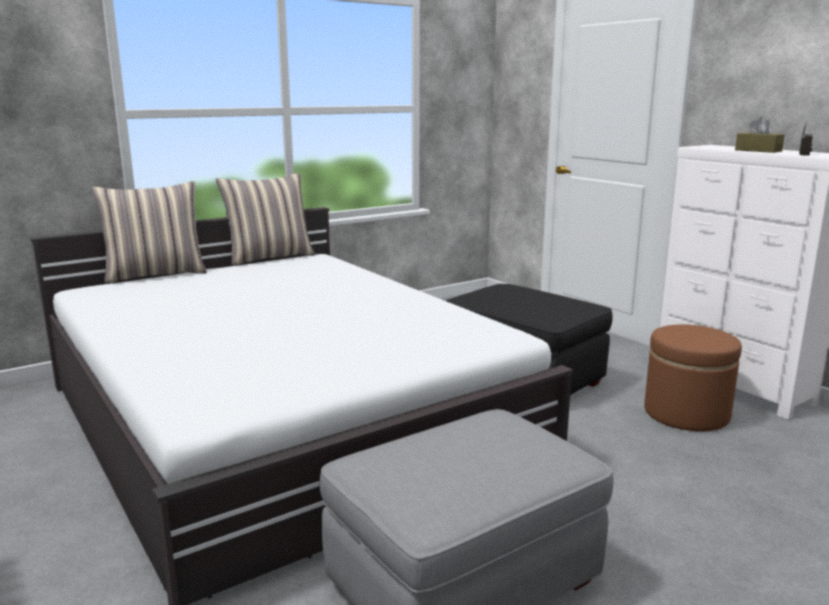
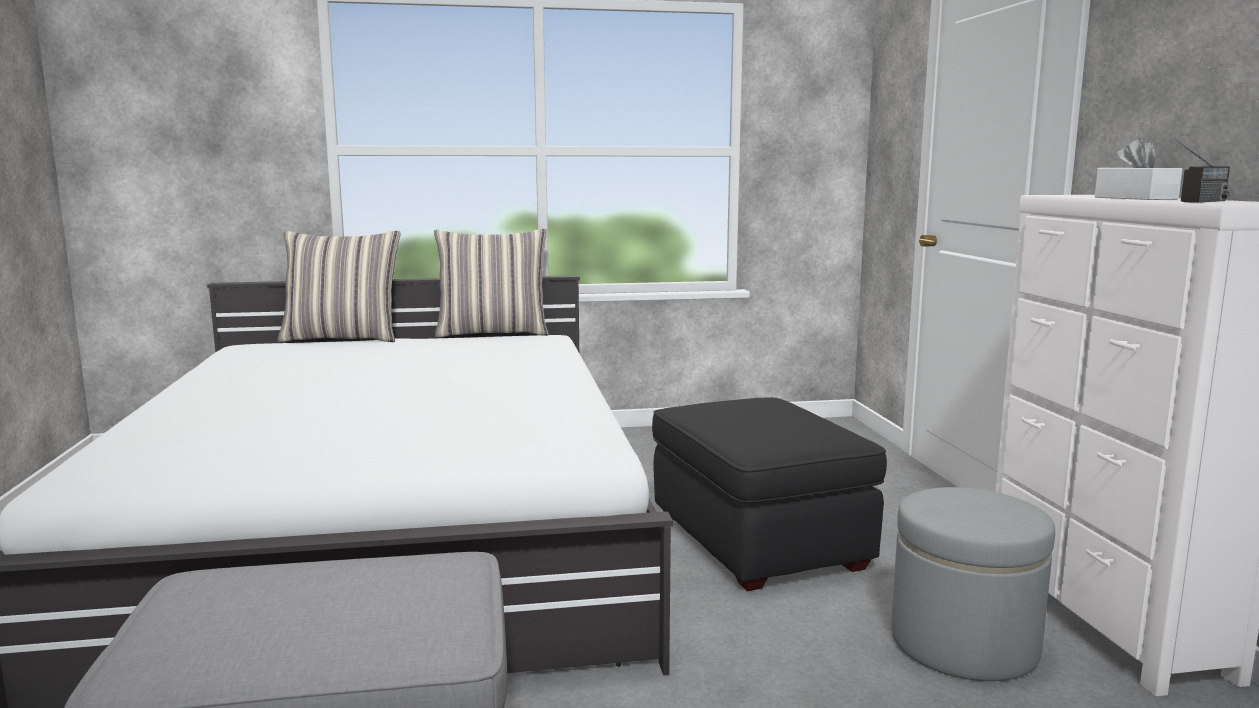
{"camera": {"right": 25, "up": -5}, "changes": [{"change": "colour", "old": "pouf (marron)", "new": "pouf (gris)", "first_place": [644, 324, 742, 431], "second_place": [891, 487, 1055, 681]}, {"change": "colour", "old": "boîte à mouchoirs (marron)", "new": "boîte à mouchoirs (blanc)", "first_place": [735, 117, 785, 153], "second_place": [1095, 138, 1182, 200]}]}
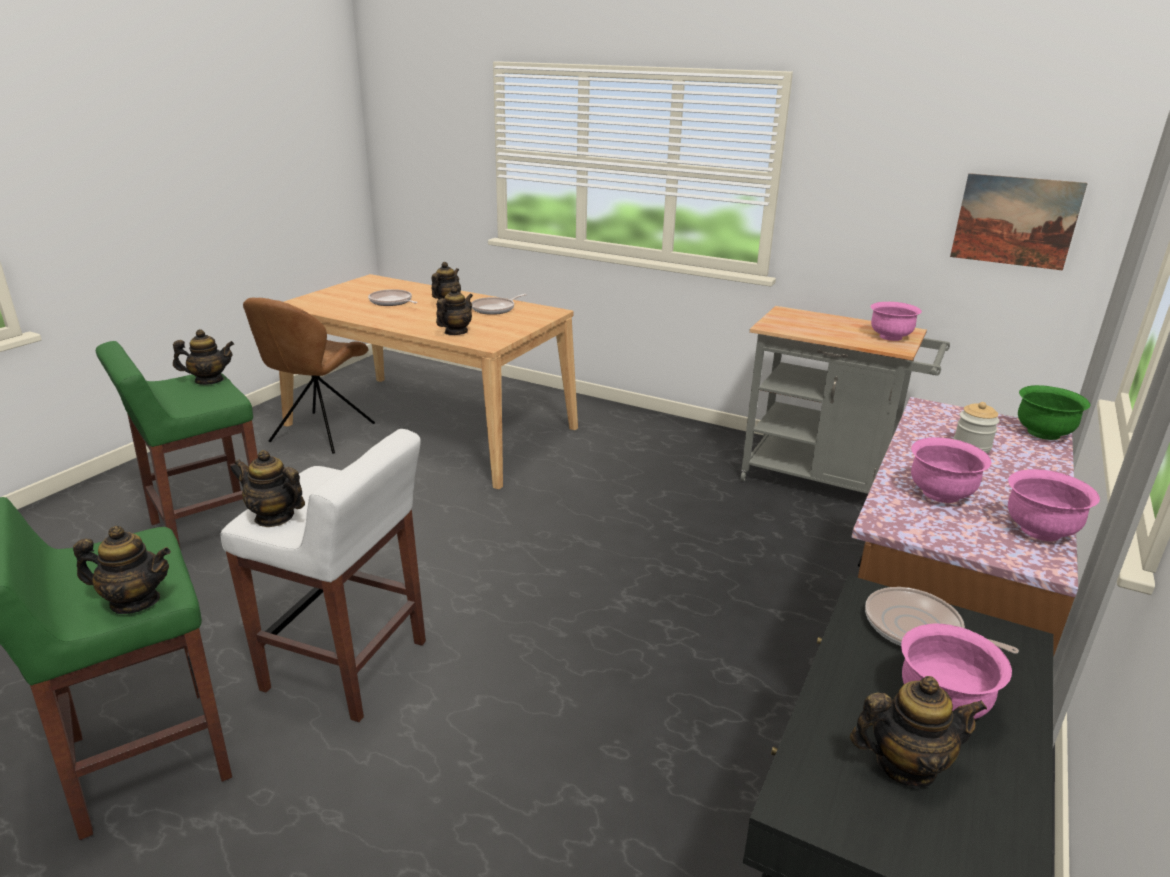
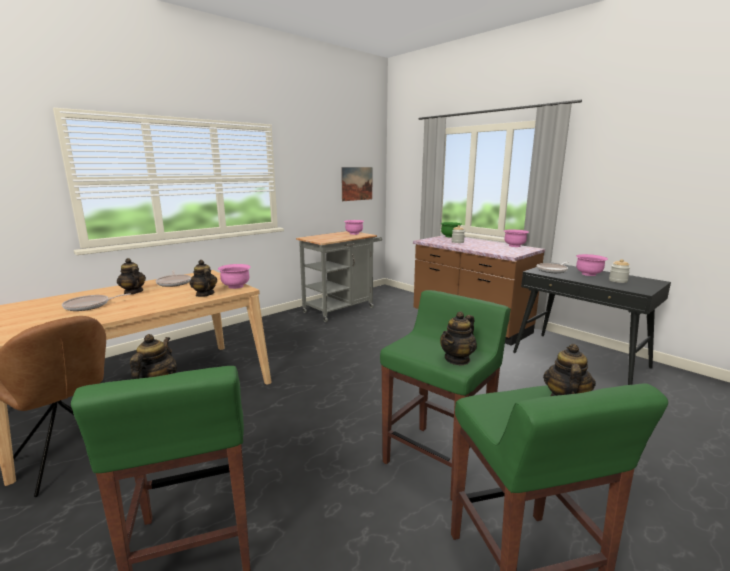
{"camera": {"right": -70, "up": -10}, "changes": [{"change": "relocated", "old": "bol (rose)", "first_place": [911, 437, 991, 503], "second_place": [218, 264, 251, 289]}, {"change": "colour", "old": "tabouret (blanc)", "new": "tabouret (vert)", "first_place": [220, 429, 426, 722], "second_place": [380, 290, 511, 500]}, {"change": "exchanged", "old": "théière", "new": "bocal", "first_place": [850, 676, 987, 788], "second_place": [609, 259, 630, 283]}]}
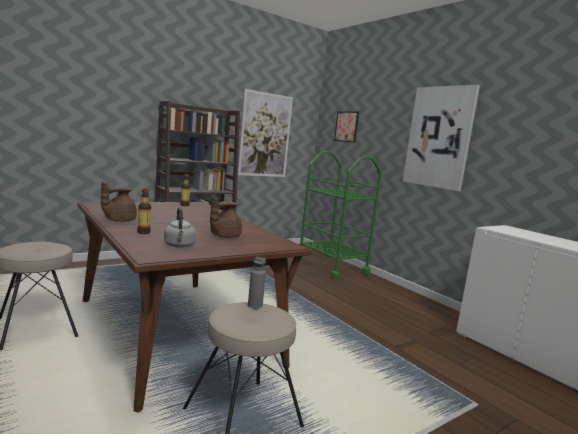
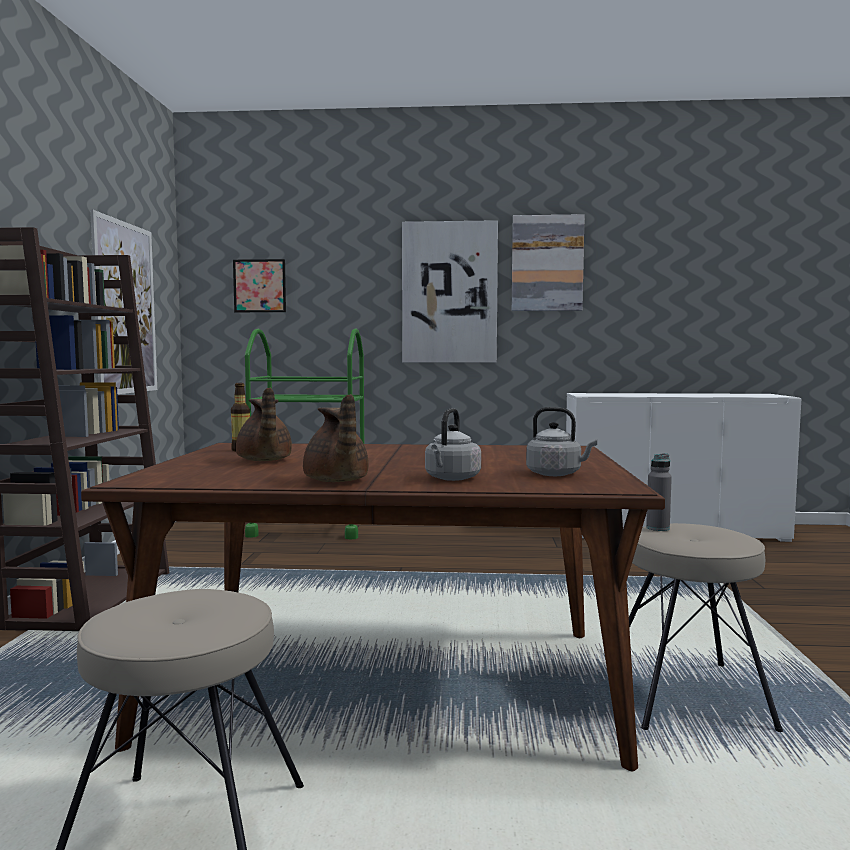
{"camera": {"right": -50, "up": -5}, "changes": [{"change": "relocated", "old": "théière (marron)", "first_place": [210, 197, 242, 238], "second_place": [236, 387, 292, 461]}, {"change": "exchanged", "old": "bouteille", "new": "bouilloire (gris)", "first_place": [137, 189, 151, 234], "second_place": [425, 408, 481, 481]}, {"change": "appeared", "new": "tableau", "second_place": [512, 214, 585, 311]}]}
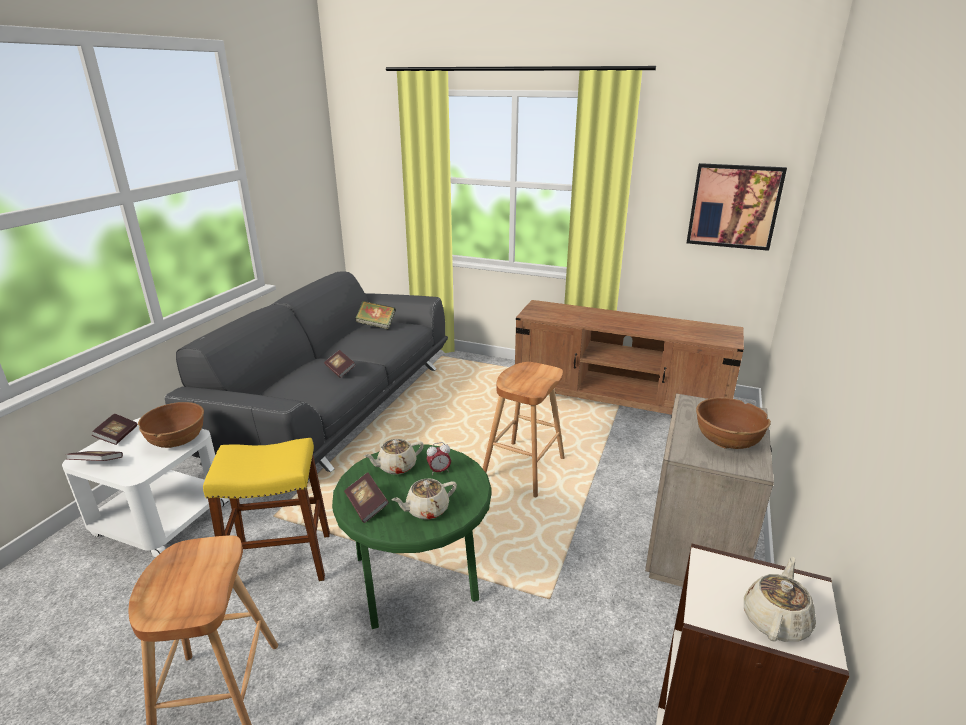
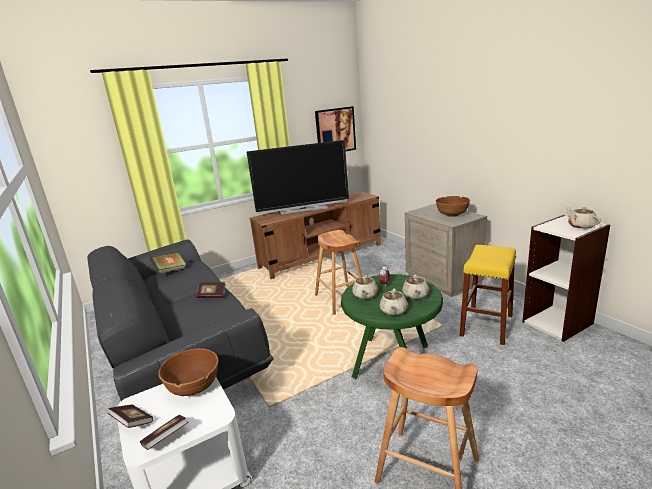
{"camera": {"right": -50, "up": -5}, "changes": [{"change": "appeared", "new": "téléviseur", "second_place": [247, 140, 349, 215]}, {"change": "exchanged", "old": "livre", "new": "théière (beige)", "first_place": [344, 473, 389, 523], "second_place": [380, 289, 408, 316]}, {"change": "relocated", "old": "tabouret (jaune)", "first_place": [203, 438, 330, 581], "second_place": [460, 245, 516, 345]}]}
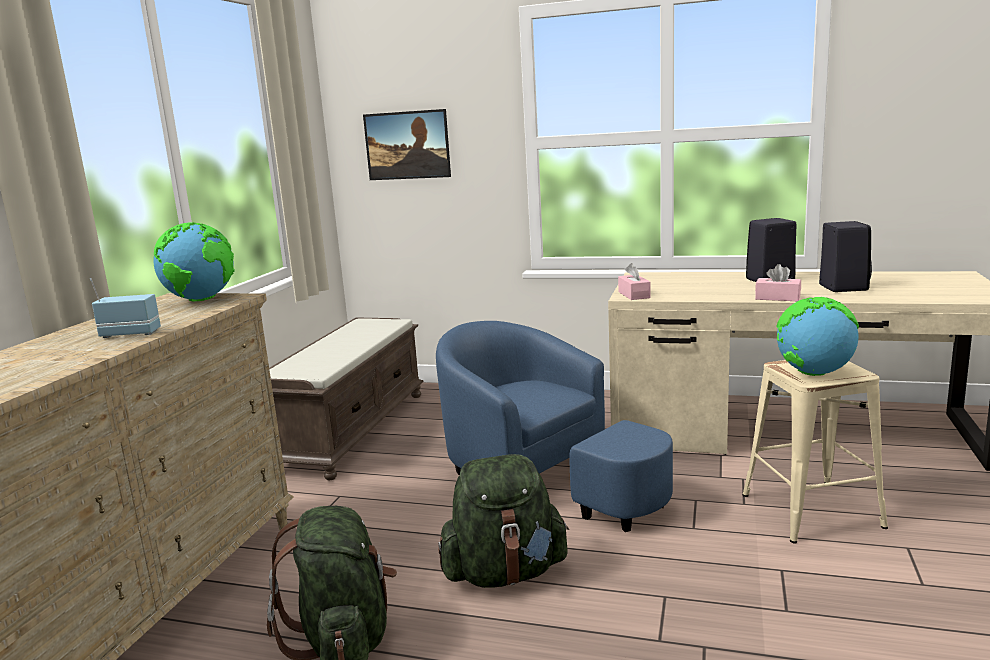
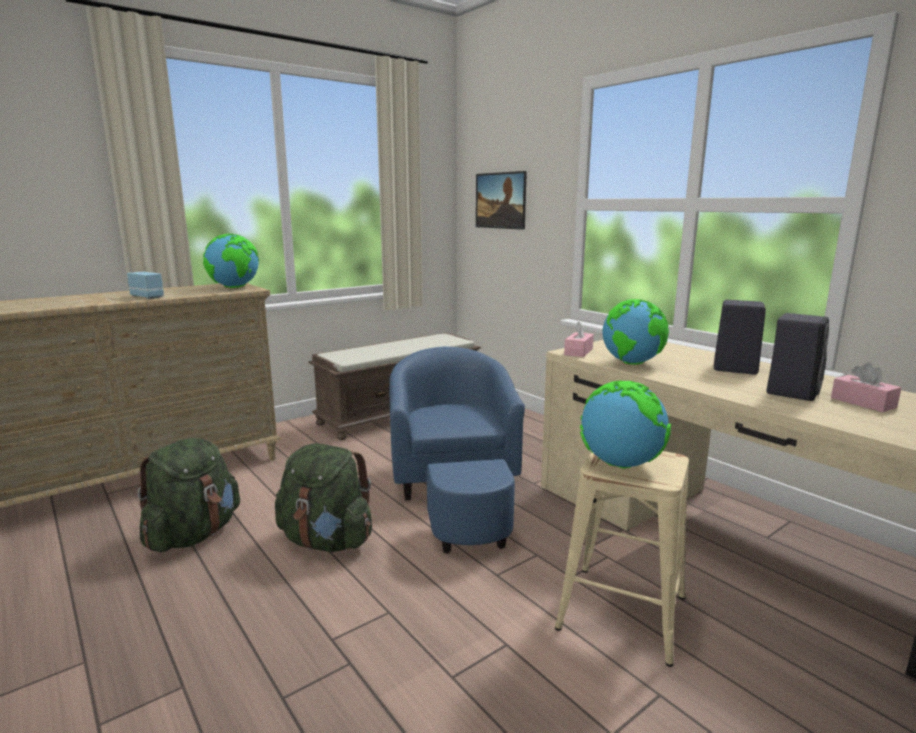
{"camera": {"right": 35, "up": 0}, "changes": [{"change": "appeared", "new": "globe", "second_place": [602, 299, 669, 365]}, {"change": "relocated", "old": "boîte à mouchoirs (rose)", "first_place": [755, 264, 801, 301], "second_place": [831, 362, 901, 412]}]}
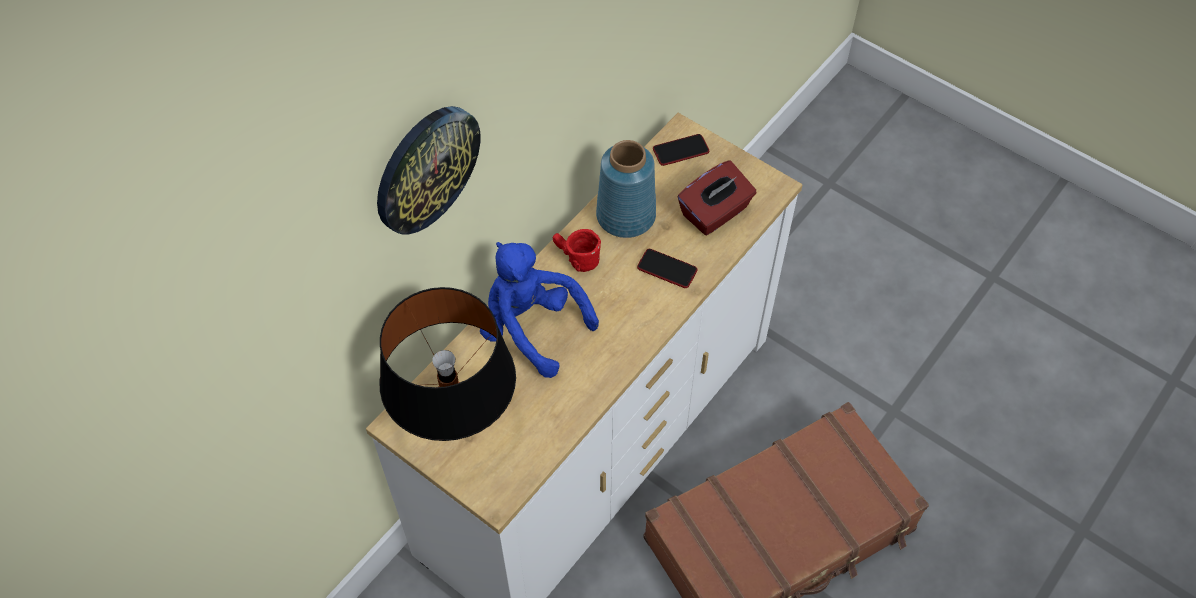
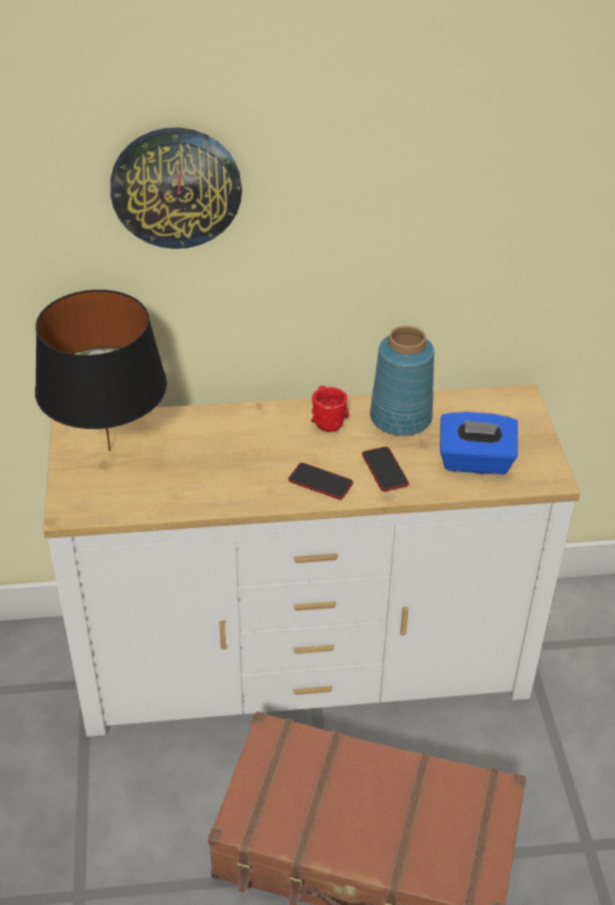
{"camera": {"right": 45, "up": -15}, "changes": [{"change": "relocated", "old": "téléphone", "first_place": [653, 134, 709, 166], "second_place": [288, 463, 353, 499]}, {"change": "colour", "old": "boîte à mouchoirs (rouge)", "new": "boîte à mouchoirs (bleu)", "first_place": [677, 160, 757, 235], "second_place": [440, 412, 518, 475]}, {"change": "missing", "old": "peluche (bleu)", "first_place": [480, 242, 599, 378]}]}
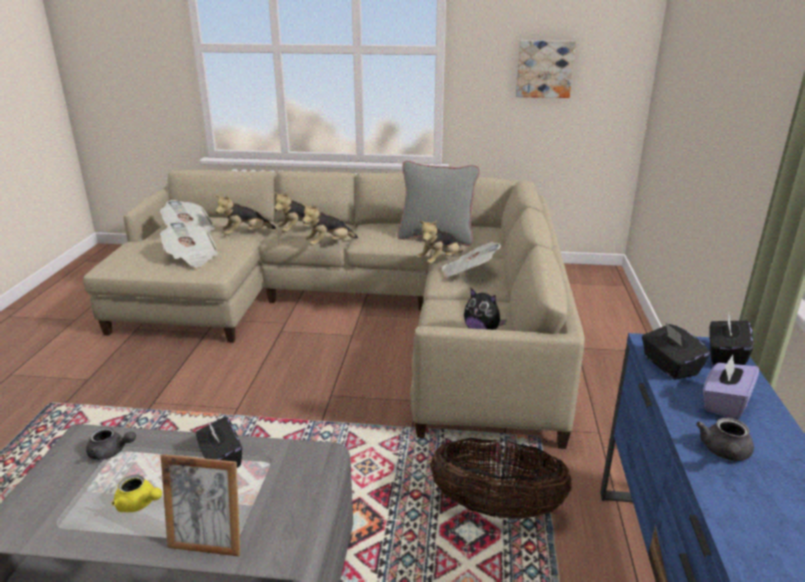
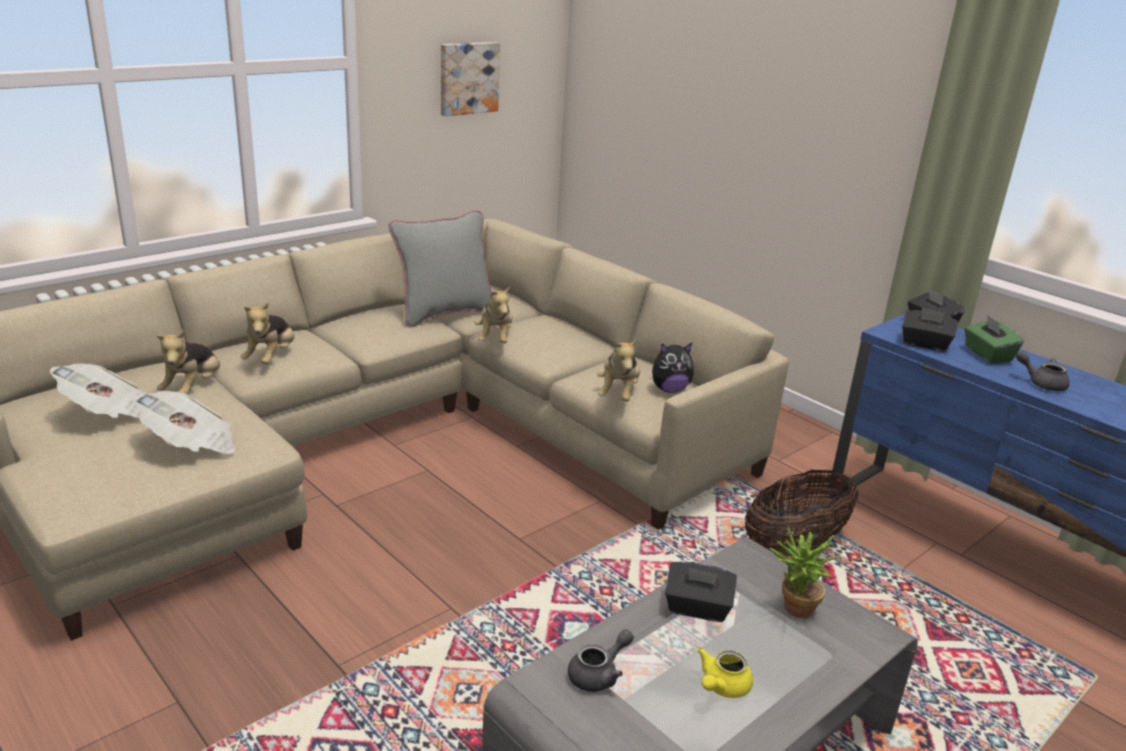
{"camera": {"right": -50, "up": 0}, "changes": [{"change": "relocated", "old": "peluche", "first_place": [302, 204, 358, 246], "second_place": [597, 338, 640, 402]}, {"change": "spun", "old": "théière (jaune)", "first_place": [111, 475, 162, 512], "second_place": [697, 648, 753, 698], "degrees": 150}, {"change": "appeared", "new": "plante en pot", "second_place": [770, 526, 842, 618]}, {"change": "colour", "old": "boîte à mouchoirs (violet)", "new": "boîte à mouchoirs (vert)", "first_place": [703, 354, 759, 420], "second_place": [964, 315, 1024, 363]}, {"change": "spun", "old": "théière (gris)", "first_place": [696, 418, 754, 461], "second_place": [1016, 351, 1070, 391], "degrees": 150}, {"change": "missing", "old": "cadre photo", "first_place": [161, 454, 240, 557]}, {"change": "missing", "old": "journal", "first_place": [442, 242, 501, 277]}]}
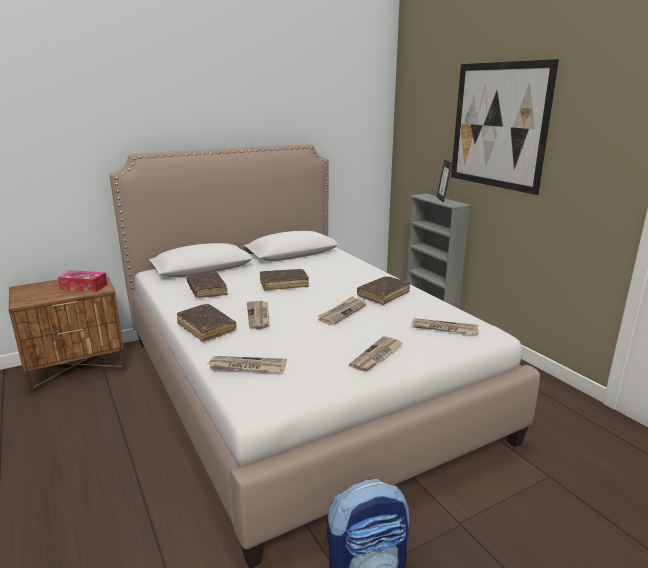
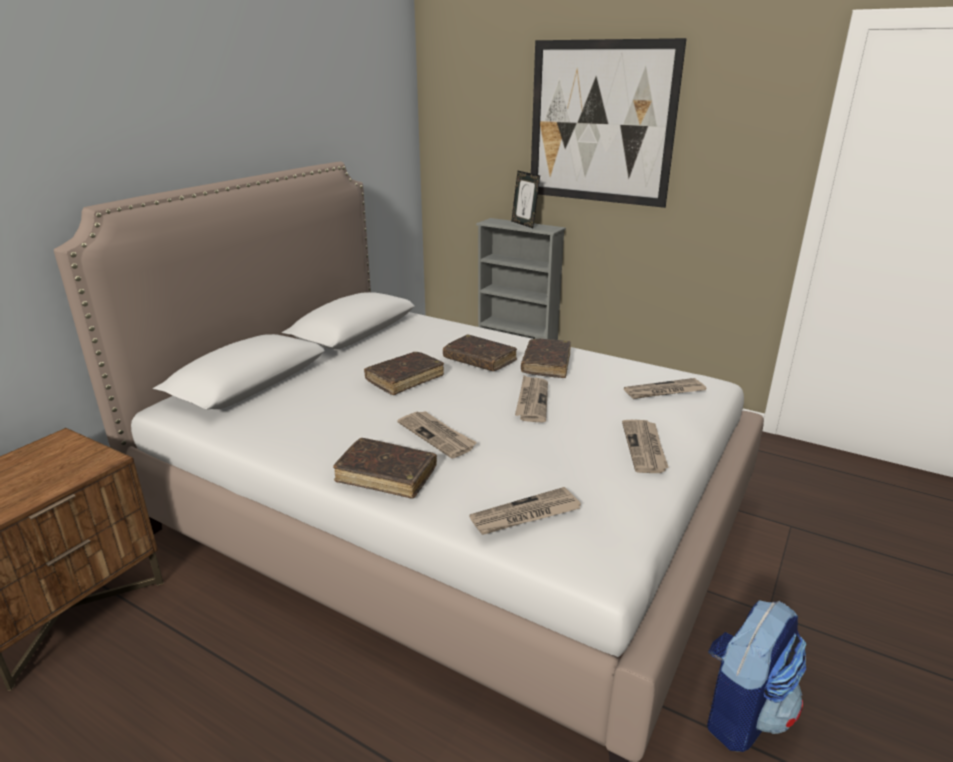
{"camera": {"right": -30, "up": 5}, "changes": [{"change": "relocated", "old": "livre (marron)", "first_place": [187, 271, 228, 298], "second_place": [443, 334, 517, 371]}, {"change": "missing", "old": "boîte à mouchoirs", "first_place": [58, 270, 107, 292]}]}
